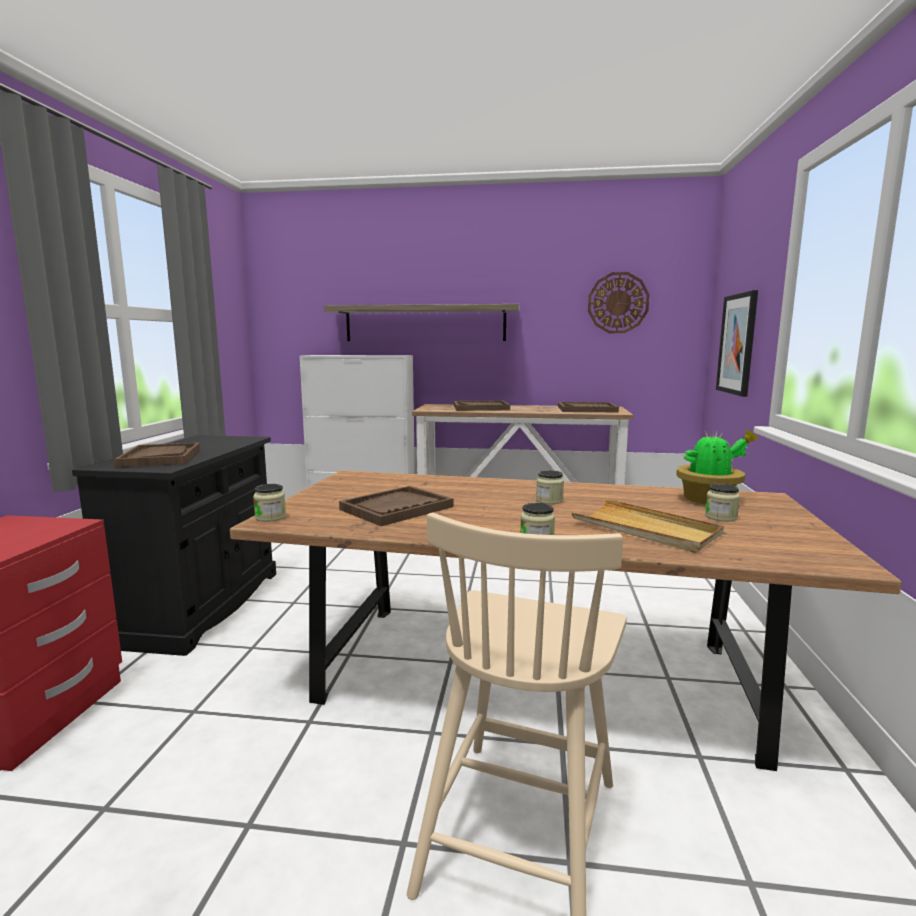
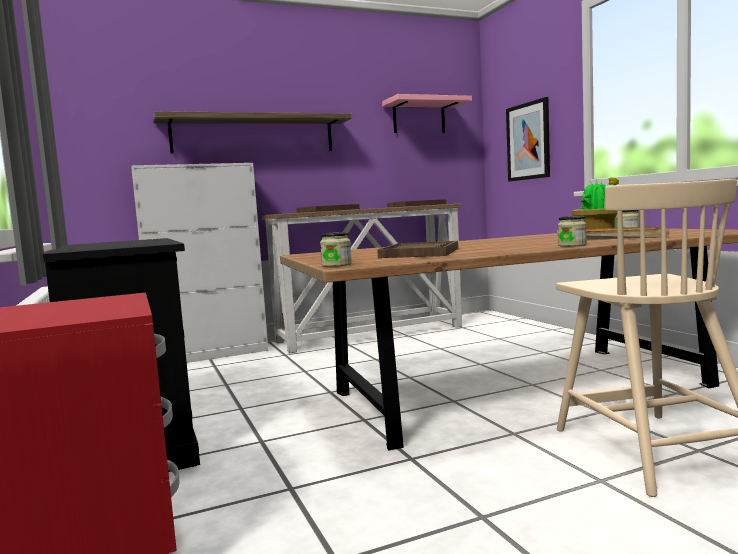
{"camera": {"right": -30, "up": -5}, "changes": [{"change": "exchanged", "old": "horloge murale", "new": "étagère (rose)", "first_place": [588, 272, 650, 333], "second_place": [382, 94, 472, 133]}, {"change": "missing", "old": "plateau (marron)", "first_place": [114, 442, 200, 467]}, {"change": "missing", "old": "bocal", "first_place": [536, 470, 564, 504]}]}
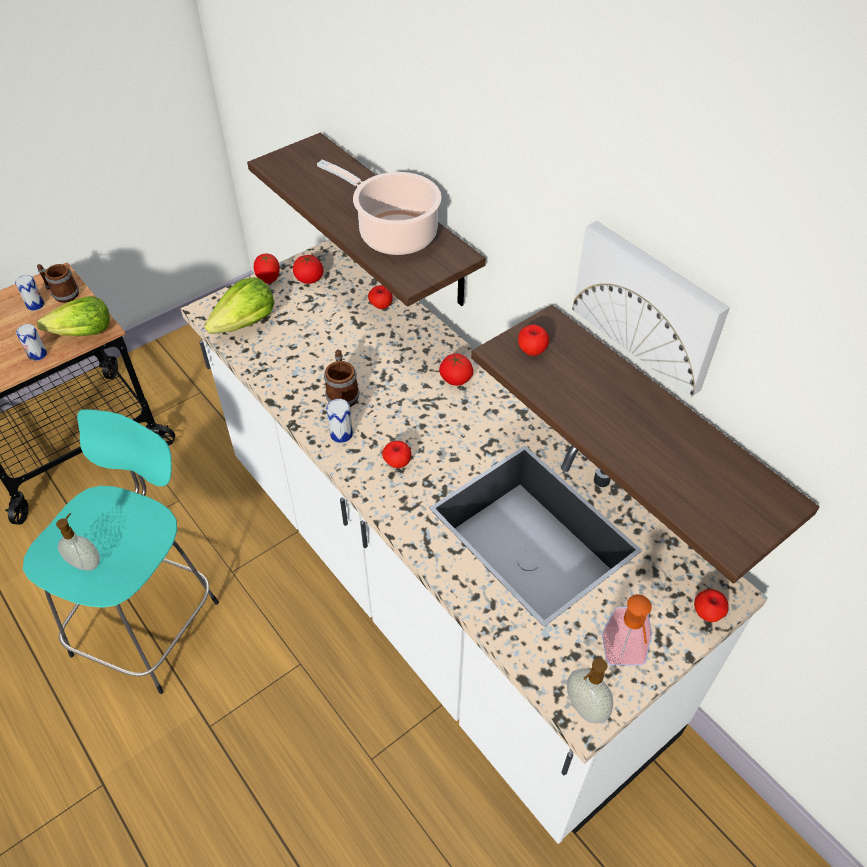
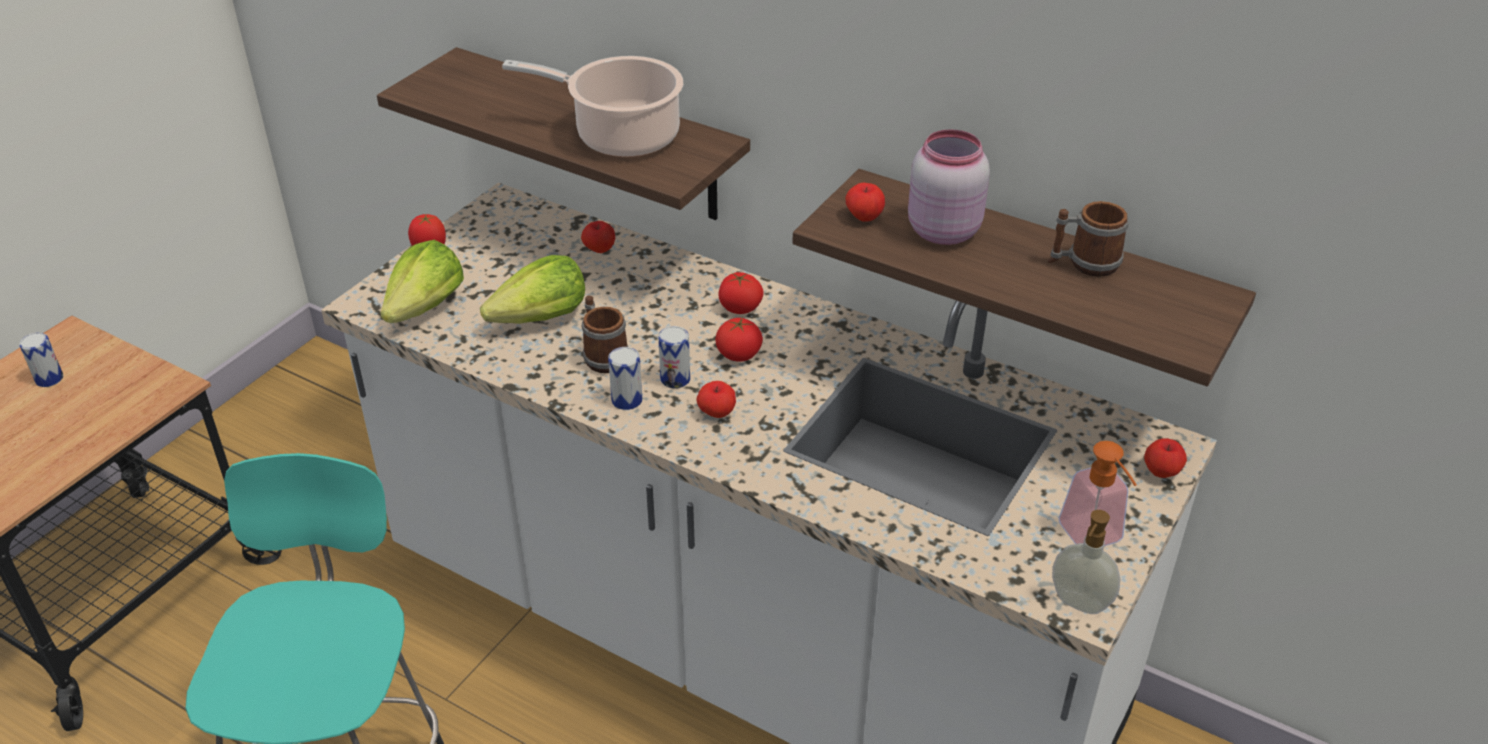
{"camera": {"right": -20, "up": -10}, "changes": [{"change": "relocated", "old": "laitue", "first_place": [37, 296, 110, 336], "second_place": [480, 255, 585, 324]}, {"change": "relocated", "old": "boîte métallique", "first_place": [16, 324, 47, 361], "second_place": [658, 326, 690, 388]}, {"change": "relocated", "old": "tomate", "first_place": [293, 255, 324, 284], "second_place": [715, 317, 763, 362]}, {"change": "appeared", "new": "bocal (rose)", "second_place": [908, 129, 990, 245]}, {"change": "relocated", "old": "mug", "first_place": [37, 264, 79, 303], "second_place": [1048, 201, 1129, 277]}, {"change": "missing", "old": "distributeur de savon", "first_place": [56, 513, 100, 571]}, {"change": "missing", "old": "tableau", "first_place": [572, 221, 730, 397]}]}
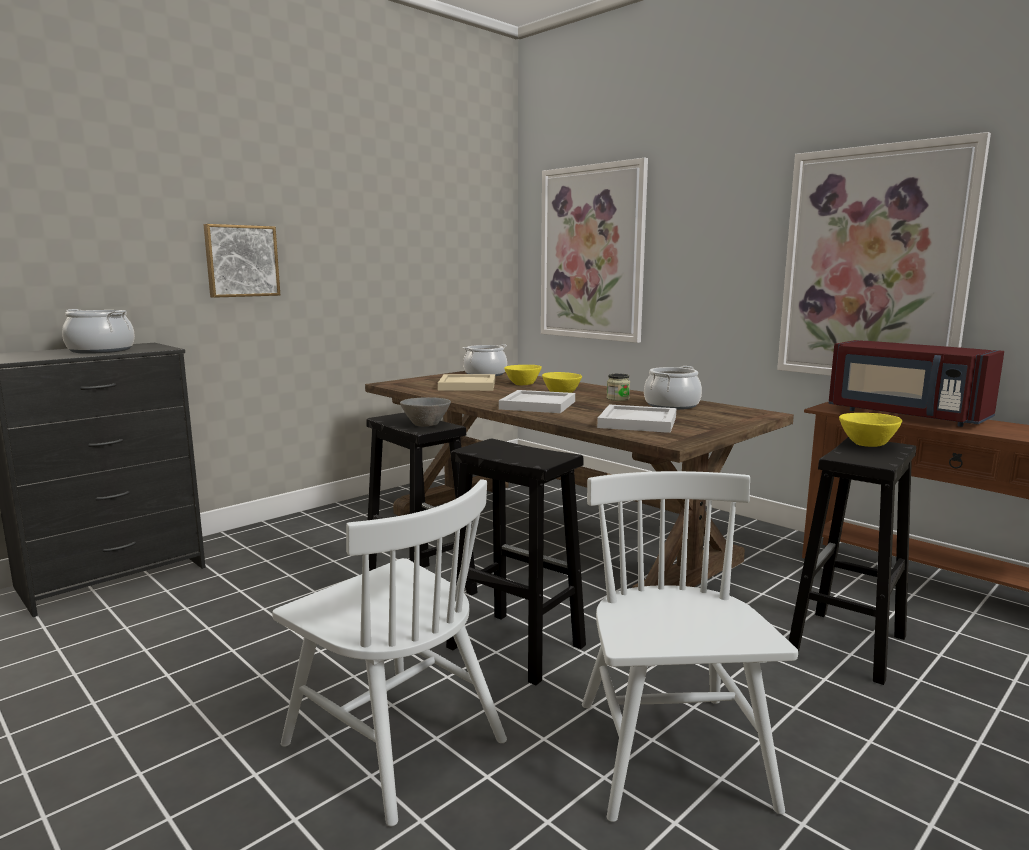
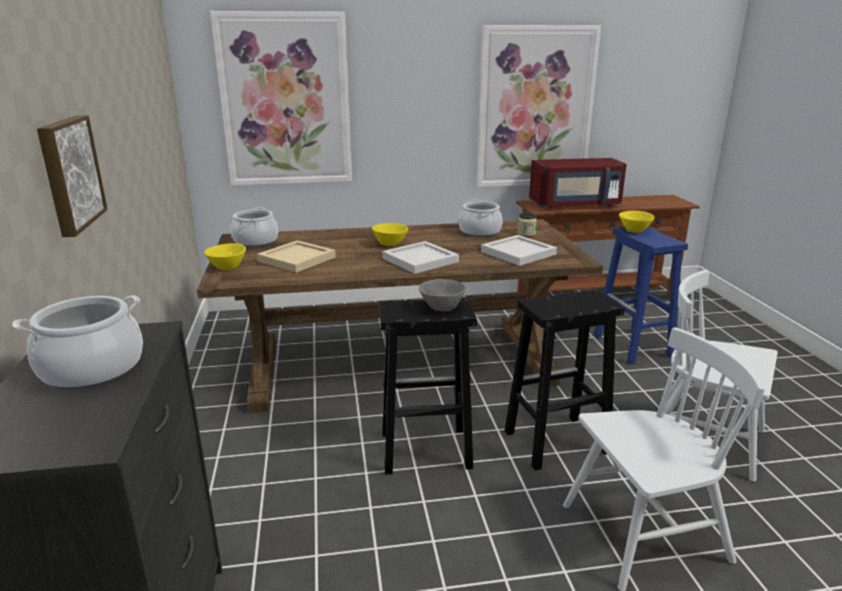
{"camera": {"right": -55, "up": 10}, "changes": [{"change": "relocated", "old": "bol (jaune)", "first_place": [504, 365, 542, 385], "second_place": [204, 243, 246, 270]}, {"change": "relocated", "old": "bocal", "first_place": [607, 374, 630, 401], "second_place": [517, 213, 537, 236]}, {"change": "colour", "old": "tabouret (noir)", "new": "tabouret (bleu)", "first_place": [789, 437, 916, 685], "second_place": [594, 227, 688, 365]}]}
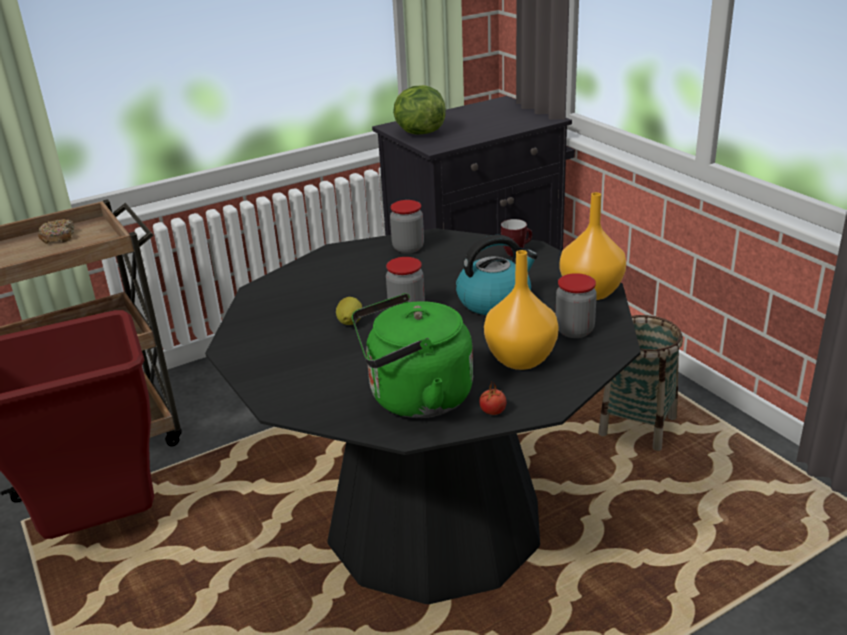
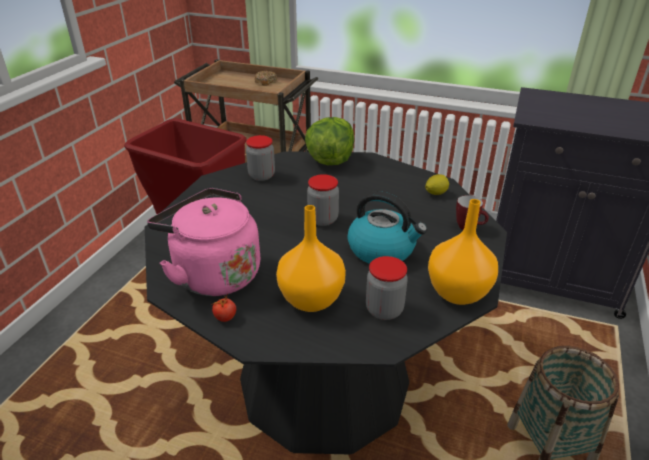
{"camera": {"right": 50, "up": 5}, "changes": [{"change": "colour", "old": "bouilloire (vert)", "new": "bouilloire (rose)", "first_place": [352, 293, 473, 418], "second_place": [147, 188, 260, 296]}, {"change": "relocated", "old": "bocal", "first_place": [390, 200, 424, 253], "second_place": [246, 135, 275, 181]}, {"change": "relocated", "old": "laitue", "first_place": [393, 85, 446, 135], "second_place": [305, 117, 354, 165]}, {"change": "relocated", "old": "citron", "first_place": [336, 297, 362, 325], "second_place": [425, 174, 449, 195]}]}
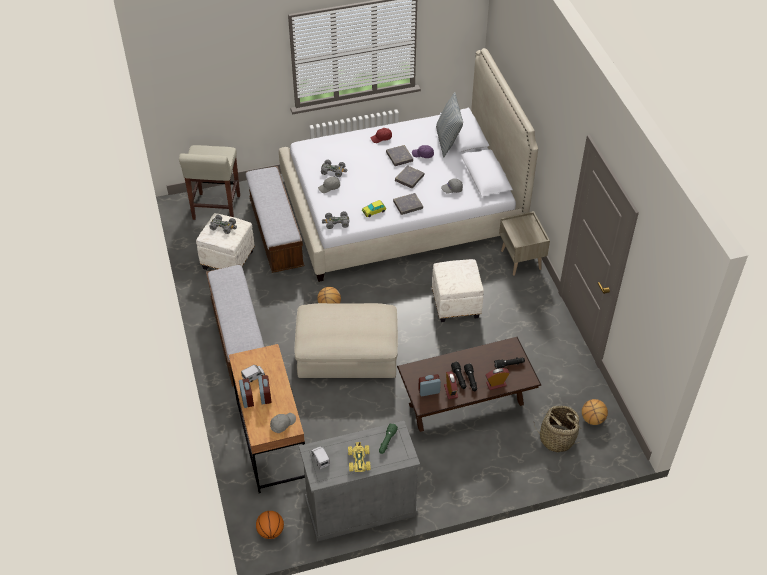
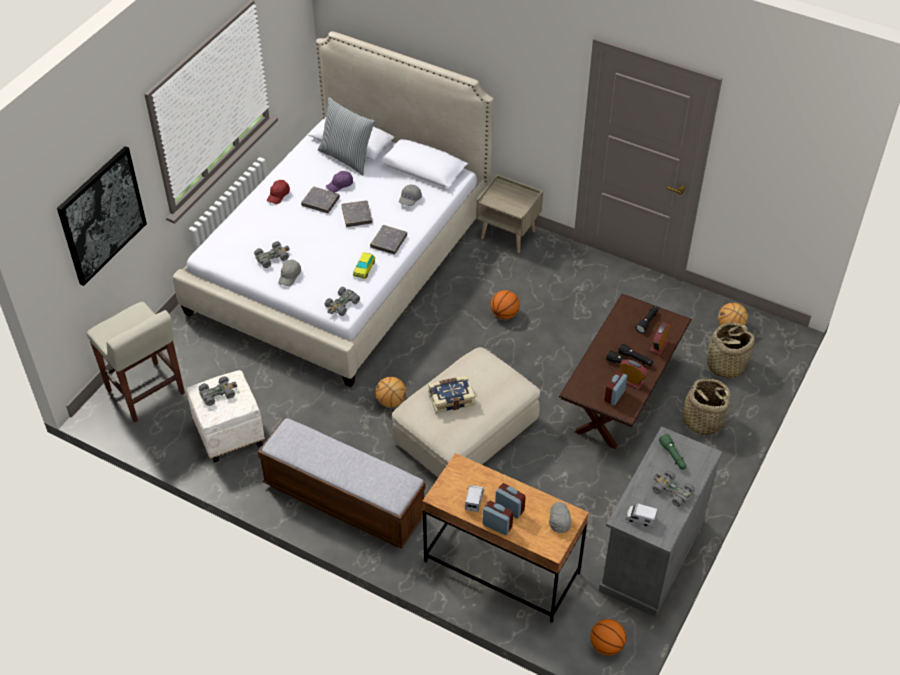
{"camera": {"right": -45, "up": 0}, "changes": [{"change": "appeared", "new": "tableau", "second_place": [57, 146, 147, 286]}, {"change": "appeared", "new": "livre", "second_place": [428, 376, 475, 414]}, {"change": "exchanged", "old": "pouf (blanc)", "new": "ballon de basket", "first_place": [432, 259, 484, 322], "second_place": [491, 290, 520, 319]}, {"change": "colour", "old": "petite voiture (jaune)", "new": "petite voiture (gris)", "first_place": [348, 442, 371, 472], "second_place": [652, 470, 695, 507]}, {"change": "appeared", "new": "panier", "second_place": [676, 379, 733, 435]}, {"change": "missing", "old": "banc", "first_place": [246, 166, 304, 273]}]}
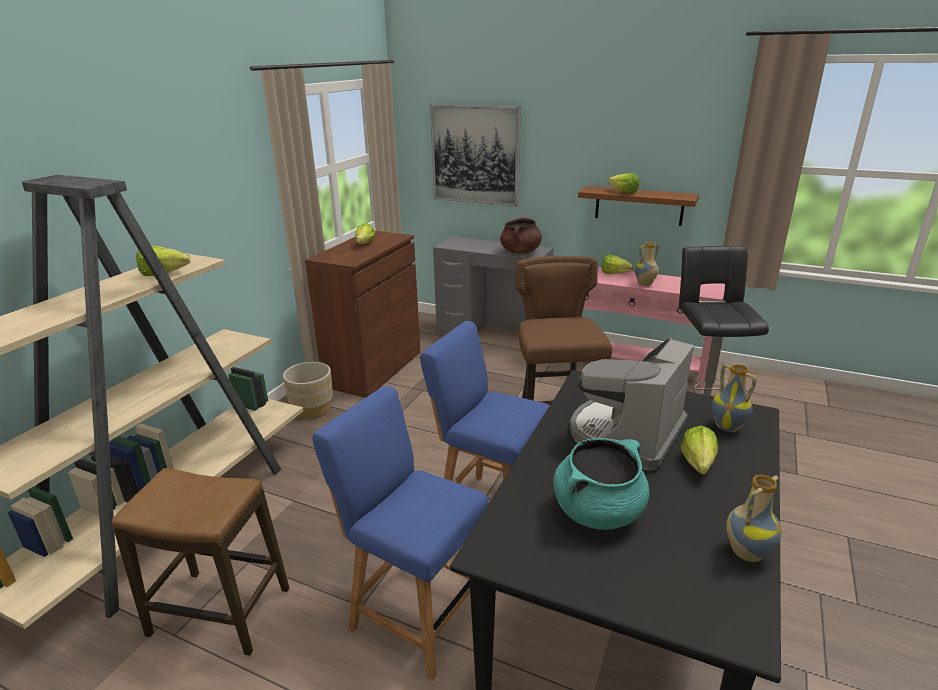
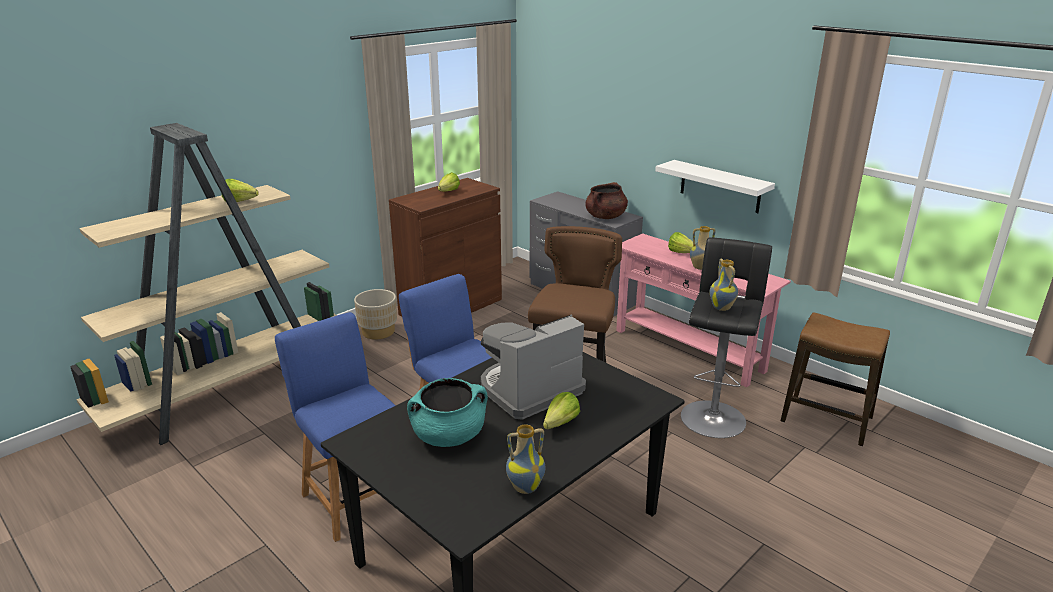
{"camera": {"right": 20, "up": 0}, "changes": [{"change": "colour", "old": "étagère (marron)", "new": "étagère (blanc)", "first_place": [578, 186, 699, 226], "second_place": [655, 160, 775, 213]}, {"change": "relocated", "old": "vase", "first_place": [712, 364, 757, 432], "second_place": [710, 259, 738, 311]}, {"change": "relocated", "old": "tabouret", "first_place": [112, 468, 289, 656], "second_place": [781, 312, 890, 446]}, {"change": "missing", "old": "tableau", "first_place": [430, 104, 521, 207]}, {"change": "missing", "old": "laitue", "first_place": [608, 173, 639, 194]}]}
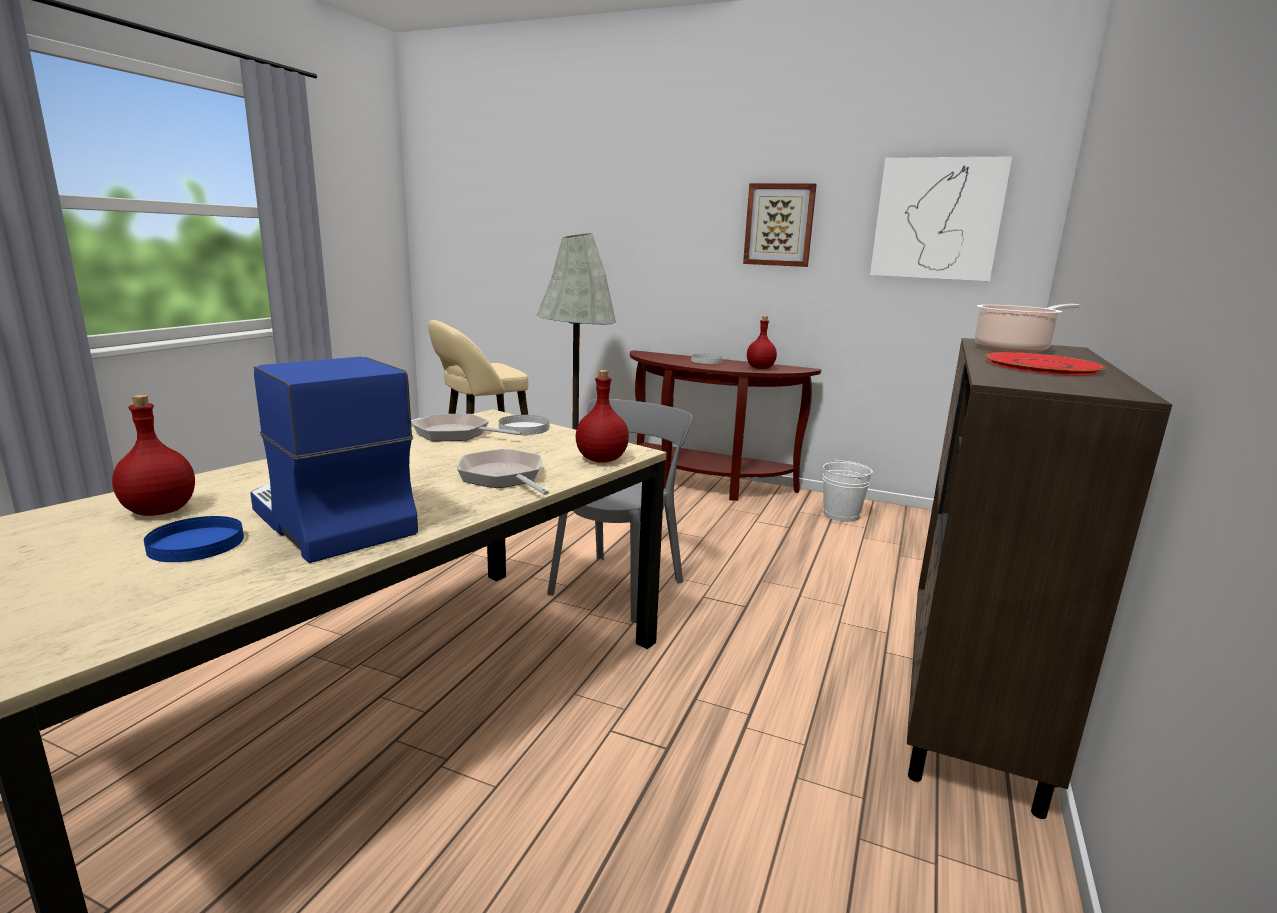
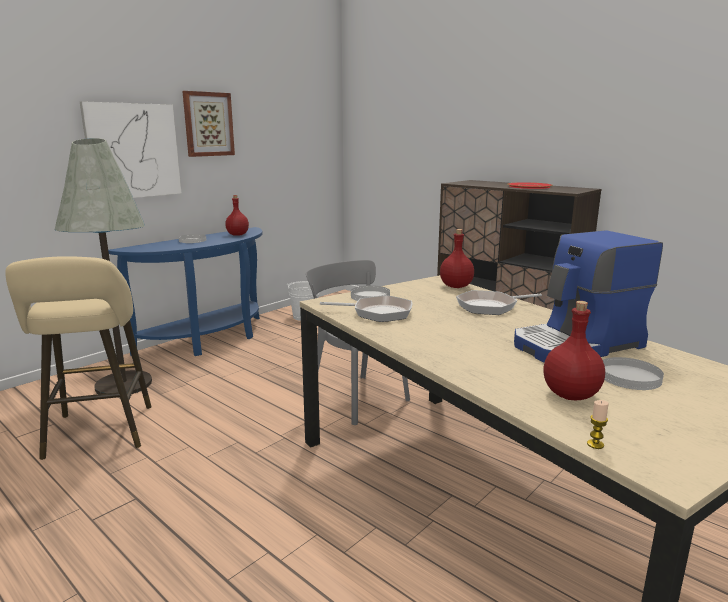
{"camera": {"right": -70, "up": 0}, "changes": [{"change": "relocated", "old": "tableau", "first_place": [870, 157, 1012, 281], "second_place": [80, 101, 182, 198]}, {"change": "colour", "old": "table console (marron)", "new": "table console (bleu)", "first_place": [630, 350, 821, 501], "second_place": [108, 227, 263, 356]}, {"change": "spun", "old": "poêle", "first_place": [411, 414, 522, 441], "second_place": [320, 295, 412, 322], "degrees": -120}, {"change": "appeared", "new": "bougie", "second_place": [587, 400, 609, 449]}, {"change": "colour", "old": "assiette (bleu)", "new": "assiette (blanc)", "first_place": [144, 516, 244, 562], "second_place": [603, 357, 664, 390]}, {"change": "missing", "old": "marmite", "first_place": [975, 304, 1080, 353]}]}
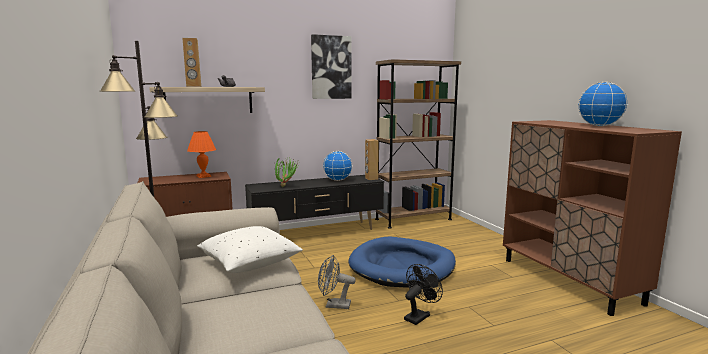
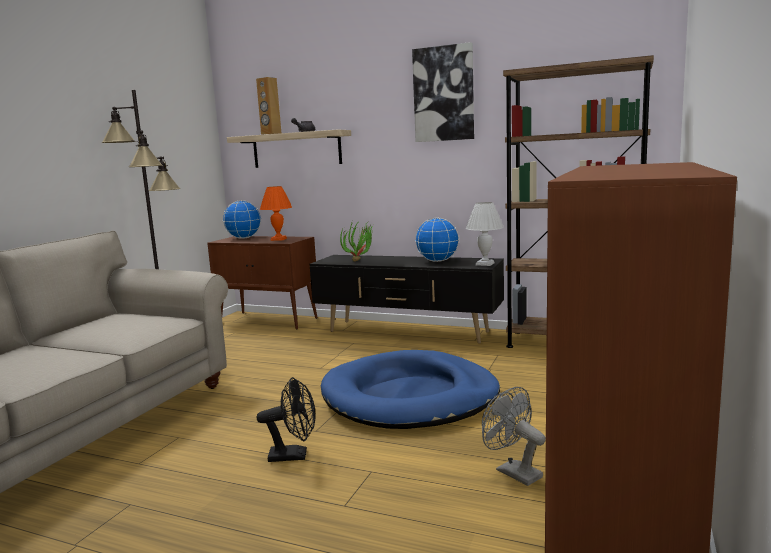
{"camera": {"right": 45, "up": 0}, "changes": [{"change": "relocated", "old": "globe", "first_place": [578, 82, 628, 126], "second_place": [223, 200, 261, 239]}, {"change": "exchanged", "old": "enceinte (marron)", "new": "lampe de table (blanc)", "first_place": [365, 139, 379, 180], "second_place": [466, 202, 504, 266]}, {"change": "relocated", "old": "ventilateur (gris)", "first_place": [318, 255, 356, 309], "second_place": [482, 387, 546, 486]}, {"change": "missing", "old": "coussin (blanc)", "first_place": [197, 226, 303, 273]}]}
